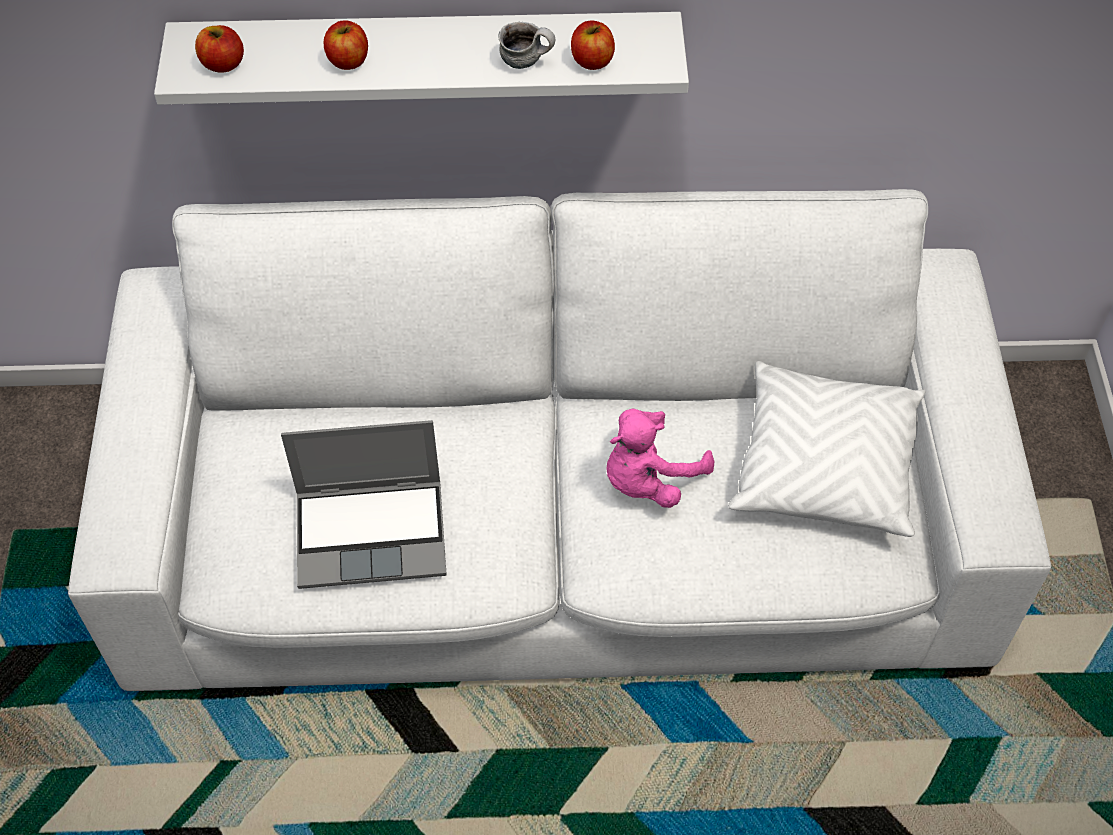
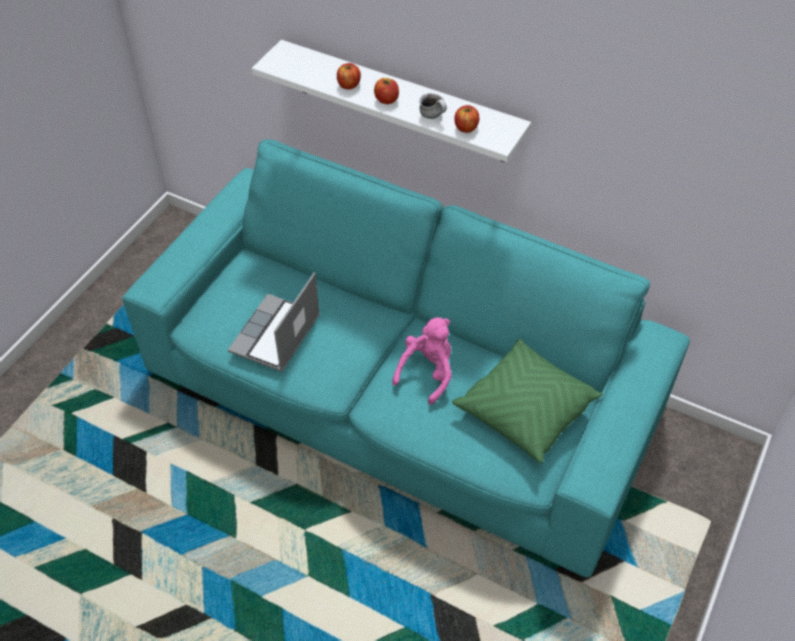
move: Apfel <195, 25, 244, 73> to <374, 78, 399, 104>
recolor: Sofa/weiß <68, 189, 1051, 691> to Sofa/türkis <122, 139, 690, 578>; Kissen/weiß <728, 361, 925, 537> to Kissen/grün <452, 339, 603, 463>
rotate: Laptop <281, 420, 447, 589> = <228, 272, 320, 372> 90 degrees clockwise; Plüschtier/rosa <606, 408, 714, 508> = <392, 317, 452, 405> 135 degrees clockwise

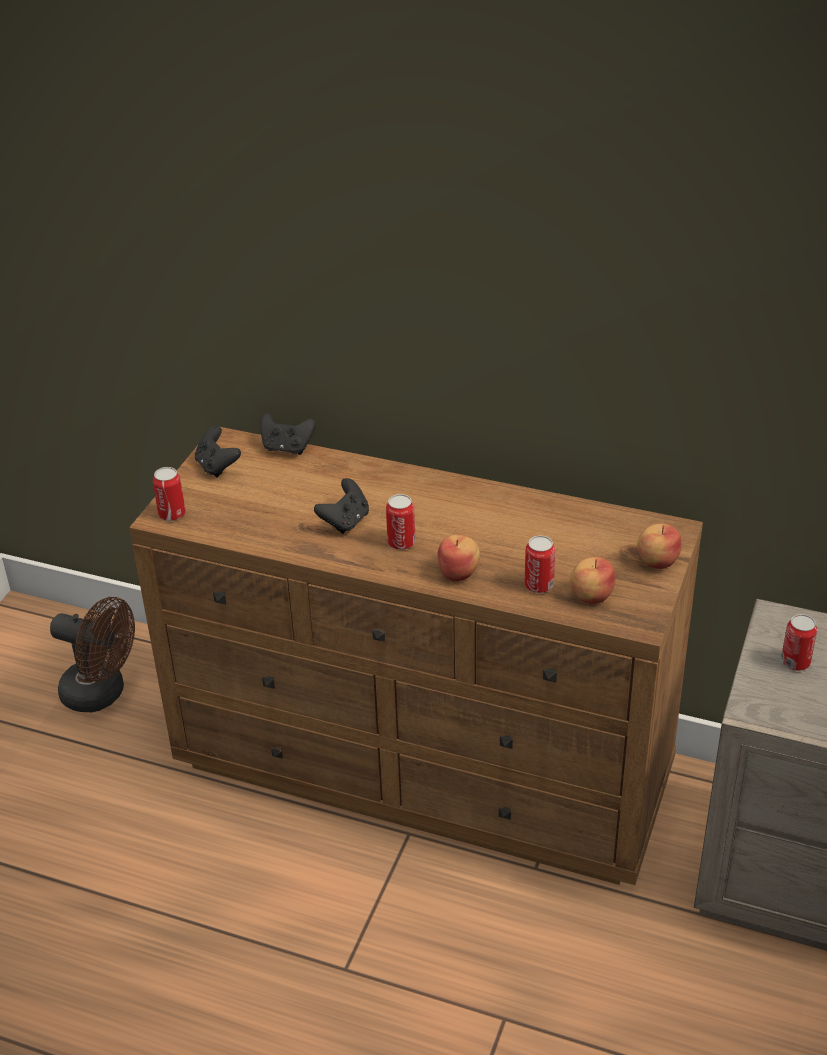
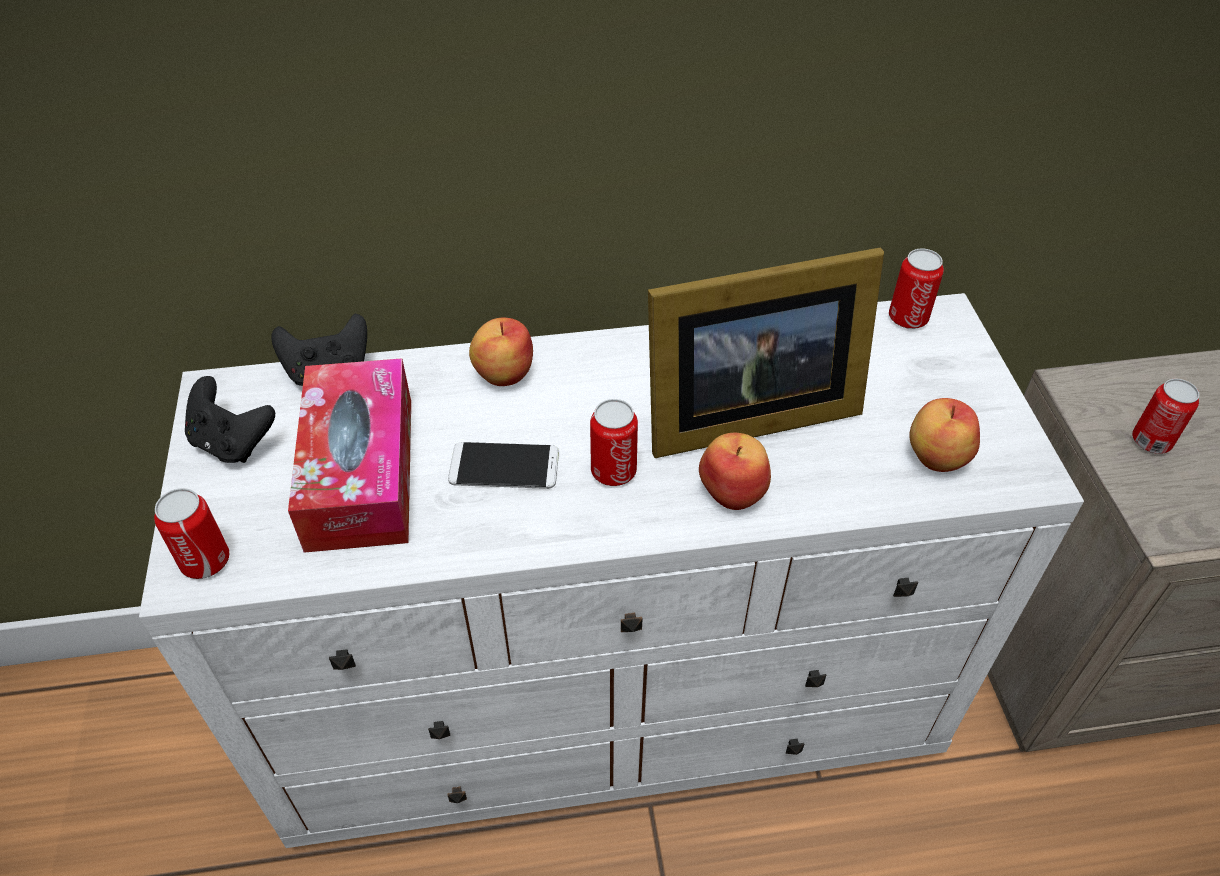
delete: Ventilator/braun <50, 597, 135, 712>
insert: Taschentuchbox <288, 358, 411, 553>; Bilderrahmen <648, 248, 884, 458>
move: Dose <524, 536, 555, 593> to <889, 249, 944, 329>; Apfel <637, 523, 682, 569> to <469, 318, 533, 386>
replace: Gamepad/schwarz <314, 478, 369, 534> to Handy <448, 442, 559, 489>
recolor: Kommode/braun <130, 427, 703, 885> to Kommode/weiß <139, 293, 1084, 848>

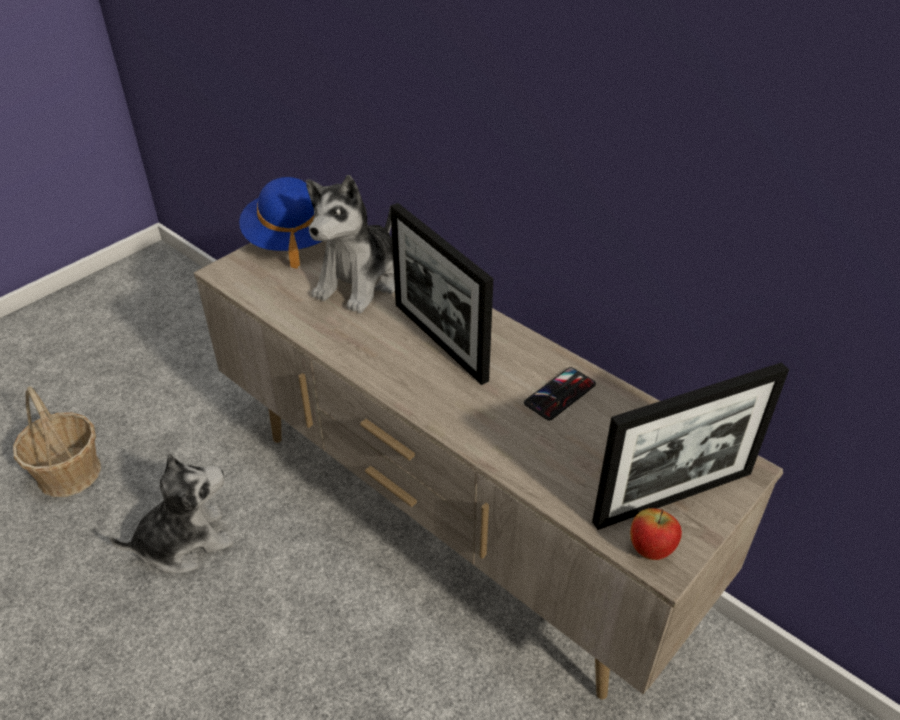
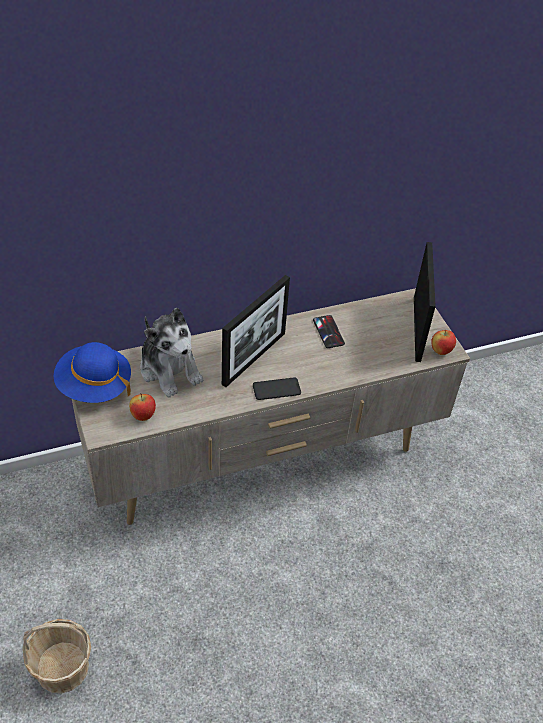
delete: Plüschtier <109, 454, 234, 574>
insert: Apfel <129, 393, 156, 421>; Handy <253, 377, 301, 400>
rotate: Bilderrahmen <390, 203, 493, 385> = <222, 275, 290, 387> 45 degrees counterclockwise

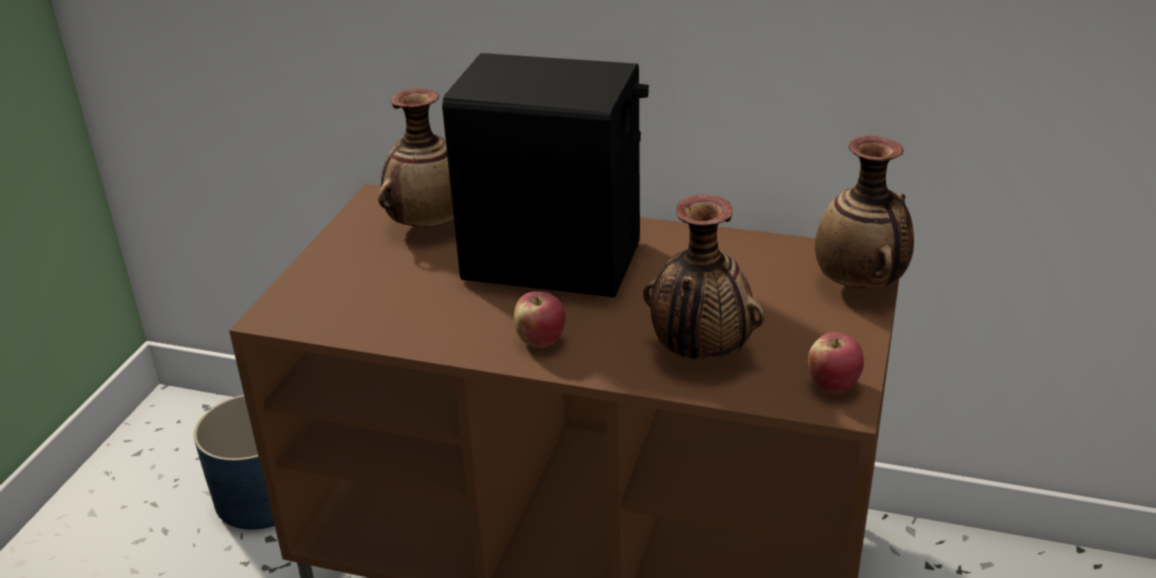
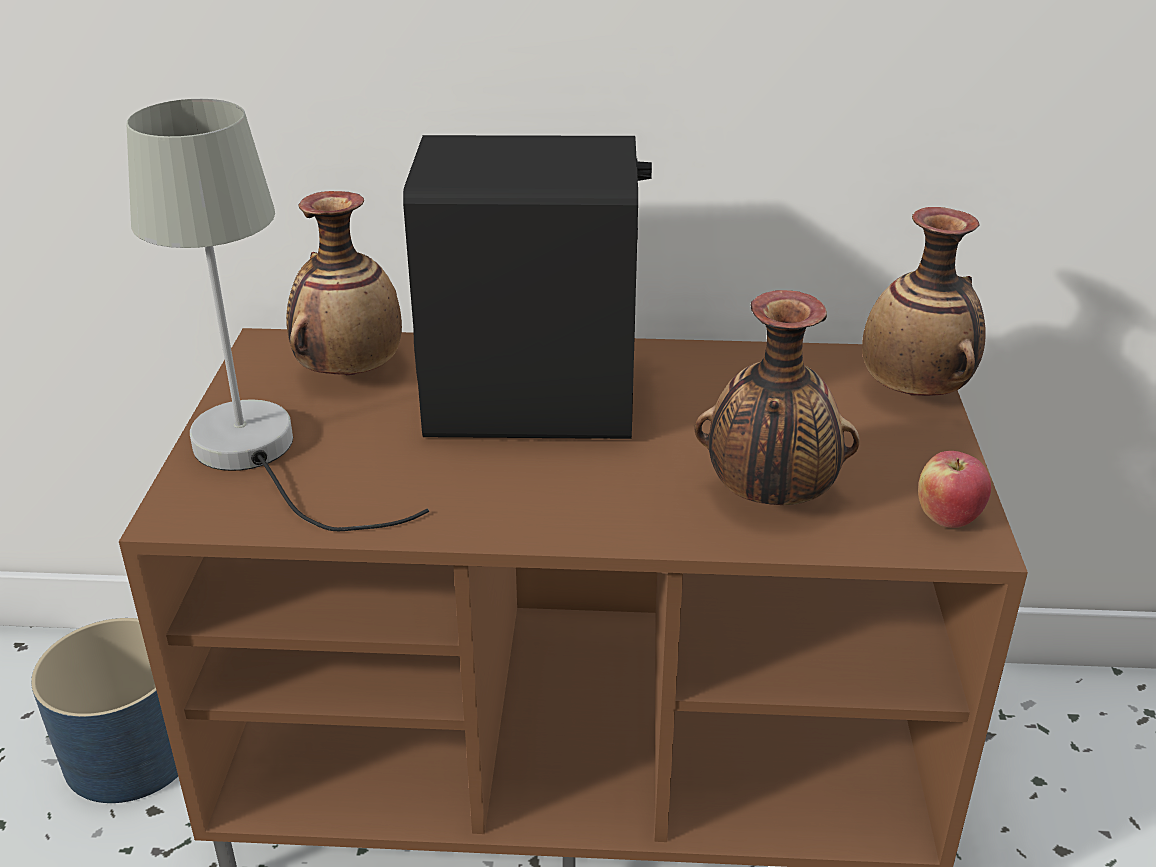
delete: Apfel <513, 291, 565, 348>
insert: Tischlampe/grau <127, 99, 429, 531>

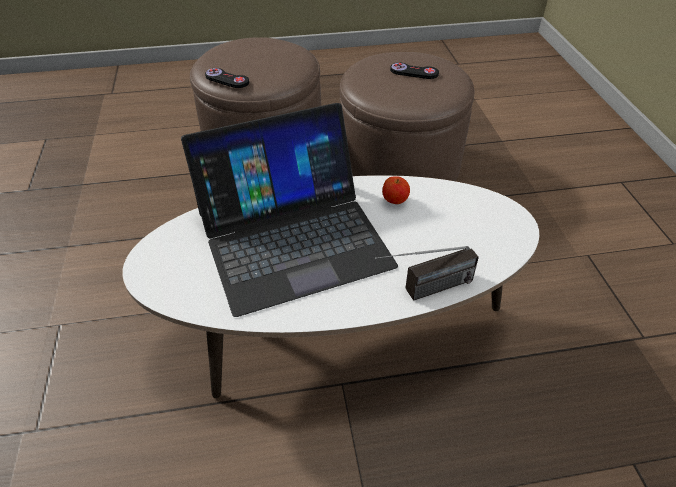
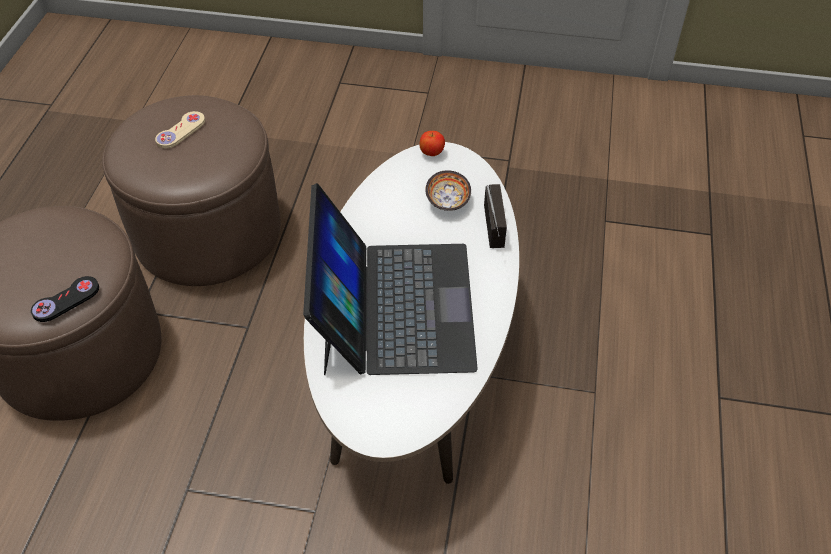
insert: Schüssel <425, 170, 471, 211>
move: Apfel <382, 176, 410, 204> to <420, 131, 445, 156>
recolor: Gamepad/schwarz <390, 63, 439, 79> to Gamepad/beige <155, 111, 205, 148>

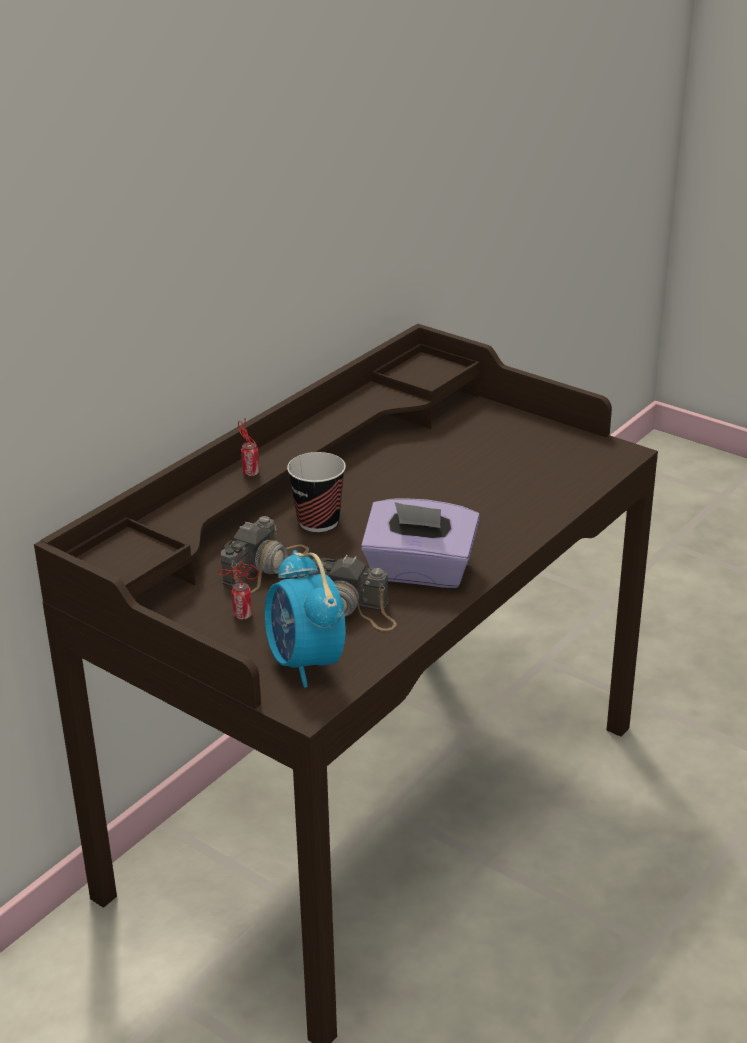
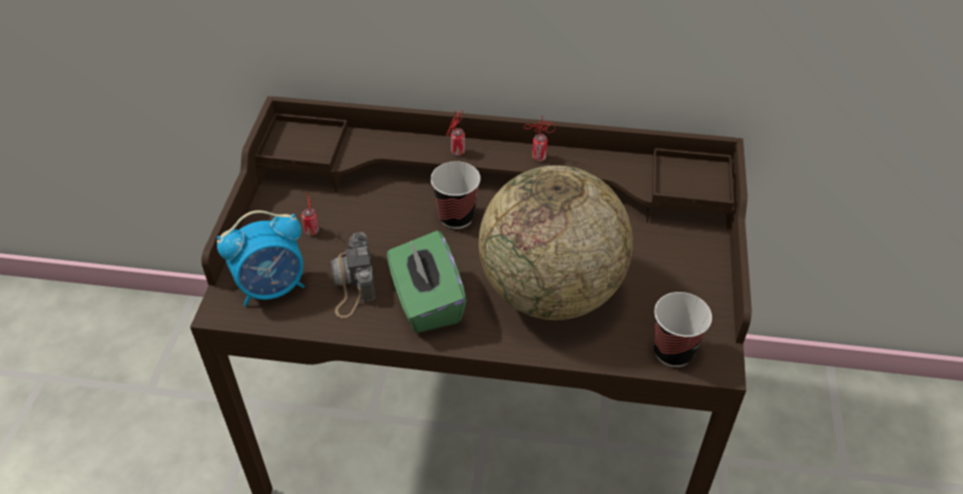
delete: Kamera <221, 516, 309, 593>
insert: Globus <479, 165, 633, 320>; Dose <524, 115, 556, 161>; Tasse <654, 292, 712, 367>
recolor: Taschentuchbox/lila <361, 499, 480, 588> to Taschentuchbox/grün <387, 231, 467, 333>
rotate: Wecker <265, 550, 345, 688> = <217, 210, 304, 307> 150 degrees counterclockwise

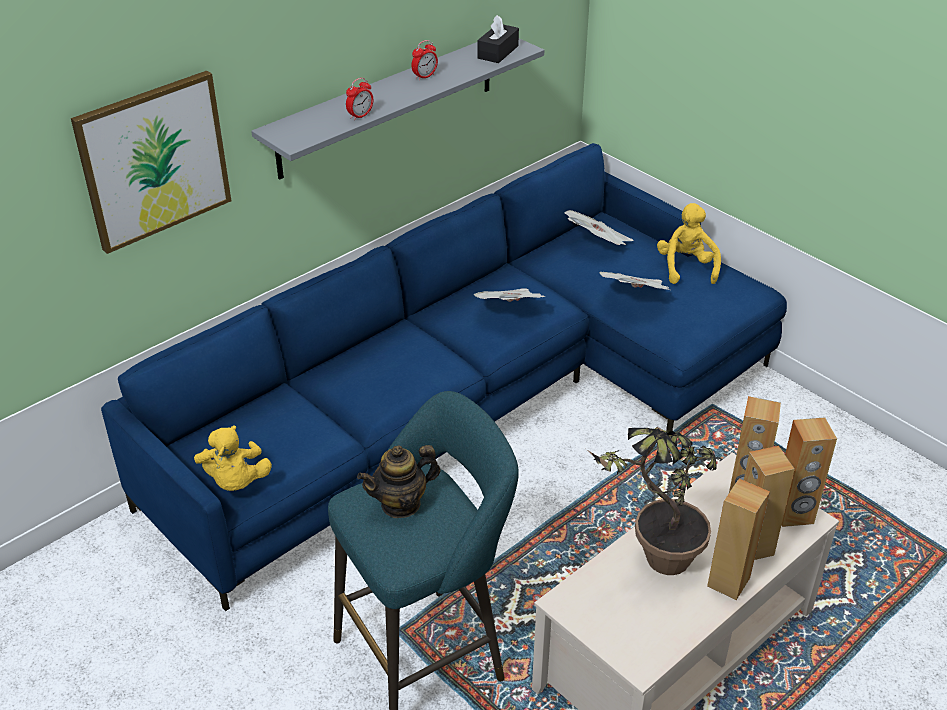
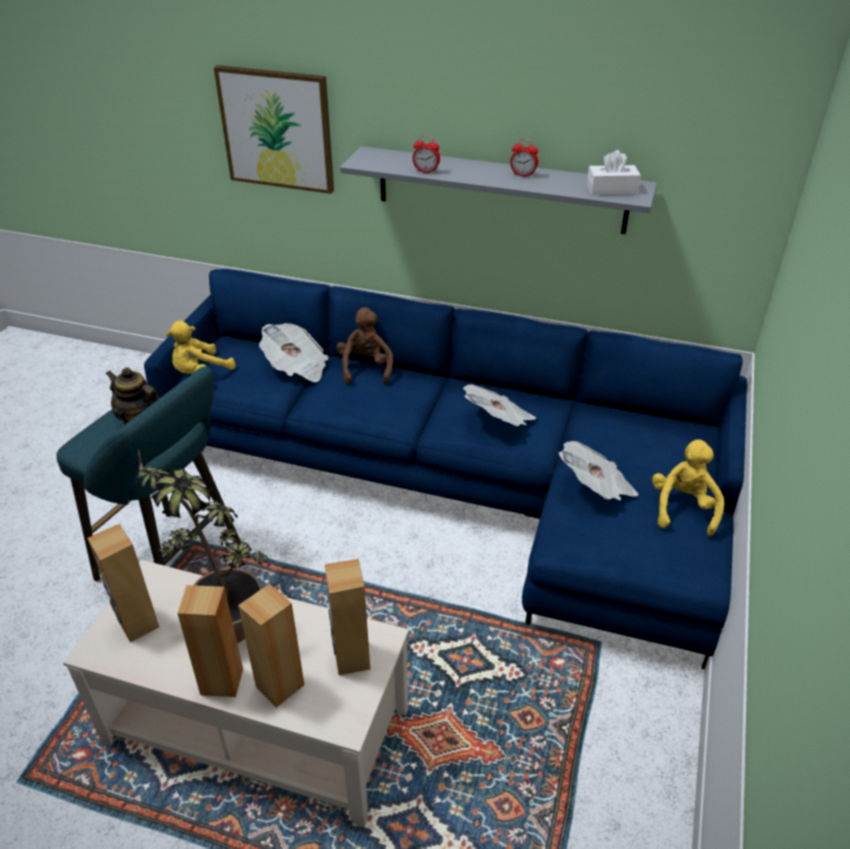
insert: Plüschtier/braun <336, 307, 393, 384>
move: Zeitung <564, 210, 633, 245> to <259, 323, 329, 382>; Lautsprecher/braun <782, 417, 837, 527> to <88, 524, 159, 642>
recolor: Taschentuchbox/schwarz <478, 15, 519, 63> to Taschentuchbox/weiß <587, 150, 641, 195>
rotate: Plüschtier/gelb <657, 203, 721, 284> = <652, 440, 725, 536> 45 degrees counterclockwise

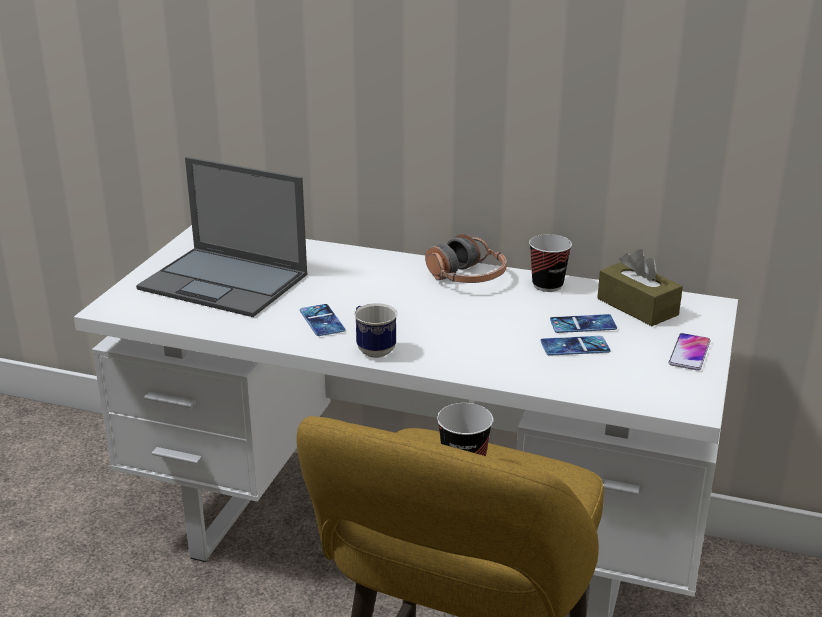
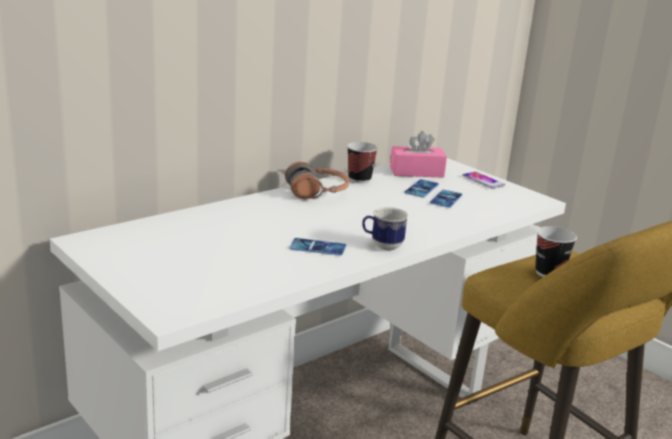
delete: Laptop <136, 157, 307, 317>
recolor: Taschentuchbox/braun <597, 249, 683, 326> to Taschentuchbox/rosa <390, 131, 447, 178>

